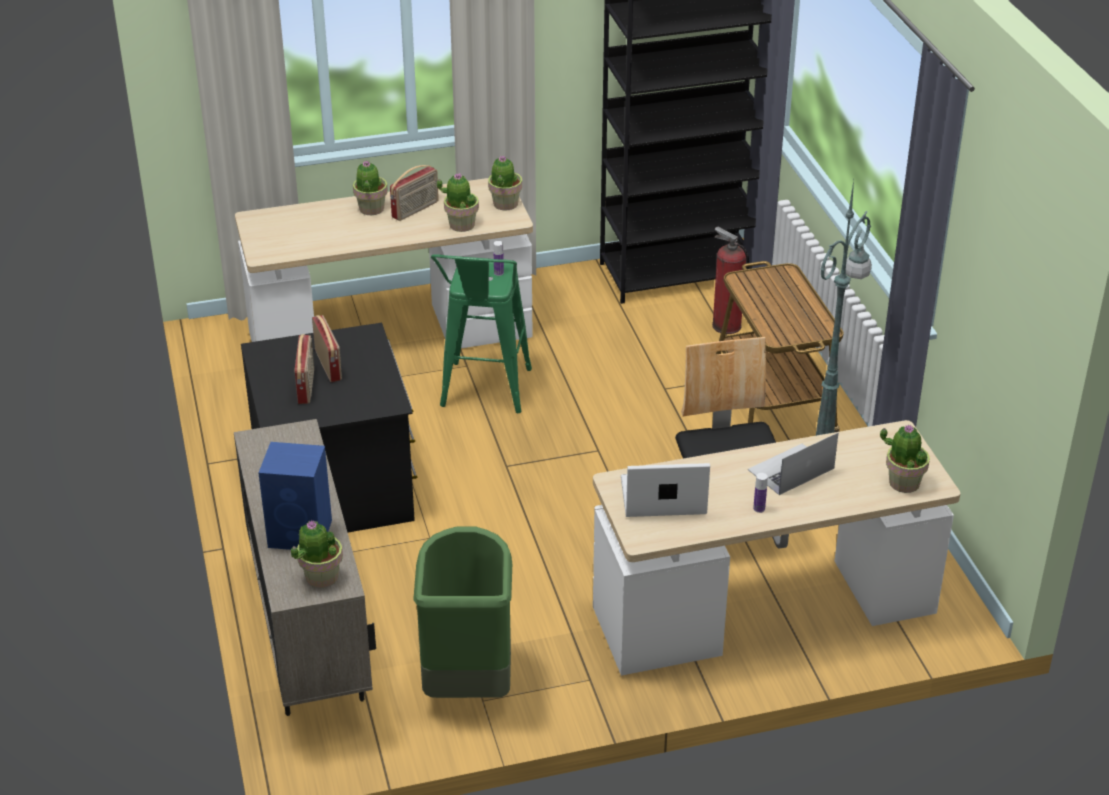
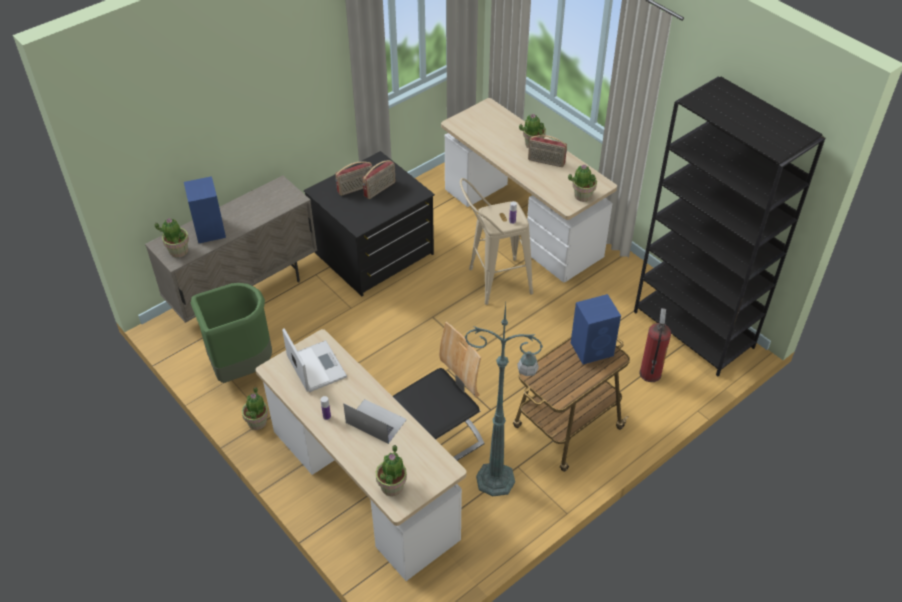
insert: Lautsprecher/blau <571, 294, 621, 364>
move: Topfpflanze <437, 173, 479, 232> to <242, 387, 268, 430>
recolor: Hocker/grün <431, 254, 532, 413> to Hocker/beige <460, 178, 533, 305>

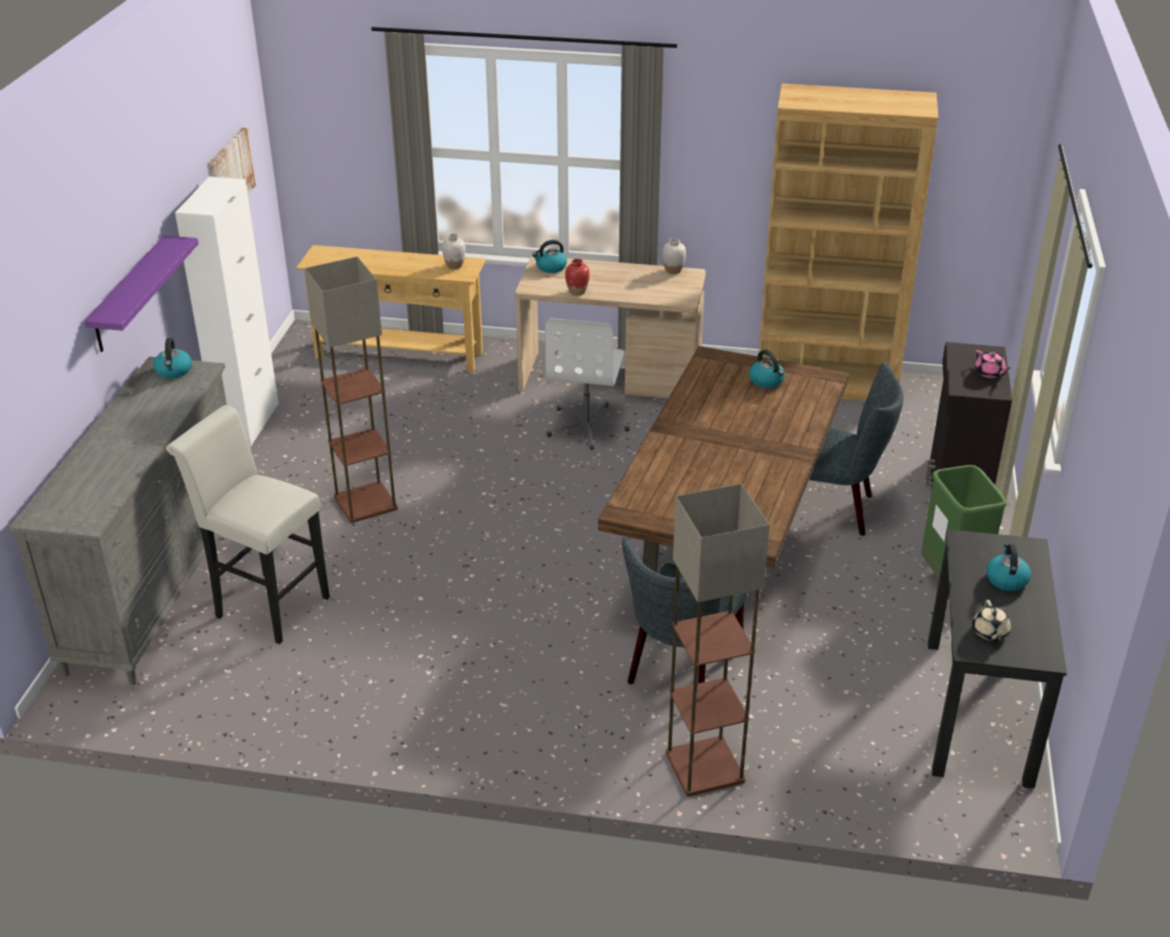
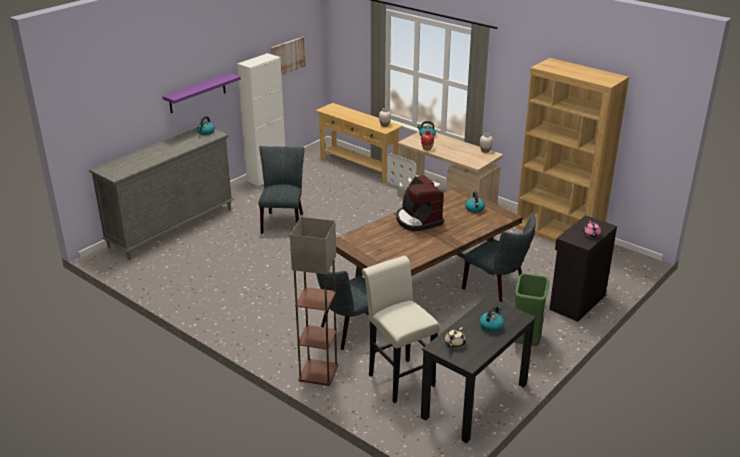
insert: Kaffeemaschine <396, 175, 444, 231>
move: Hocker/weiß <166, 405, 330, 644> to <362, 256, 440, 403>
replace: Stehlampe <304, 256, 398, 523> to Stuhl/grau <258, 146, 304, 234>

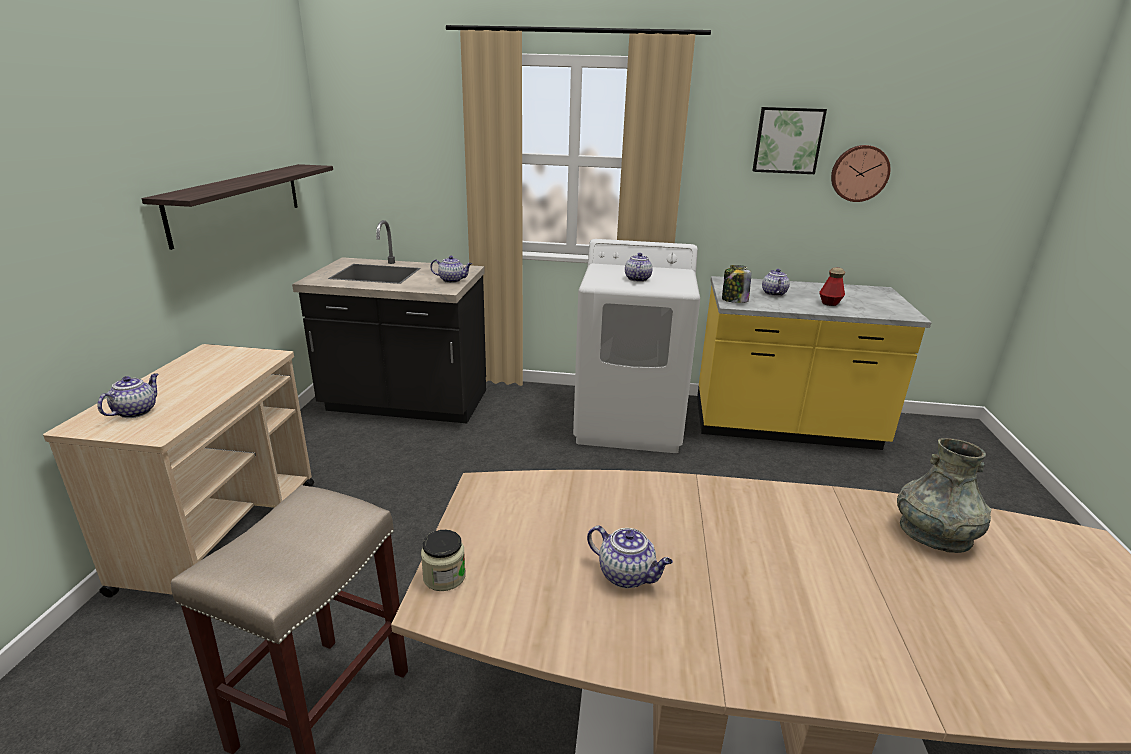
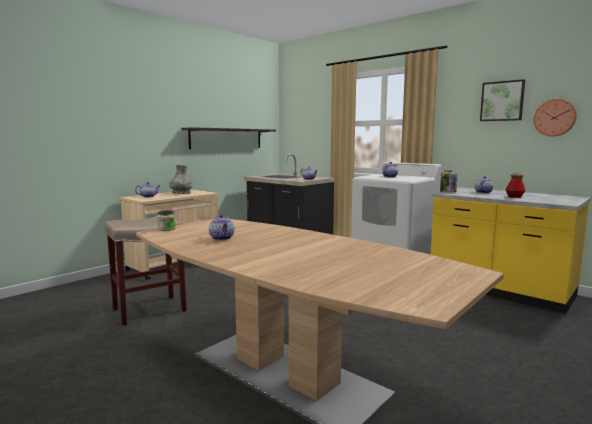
move: Vase/grau <897, 438, 991, 553> to <169, 165, 192, 194>

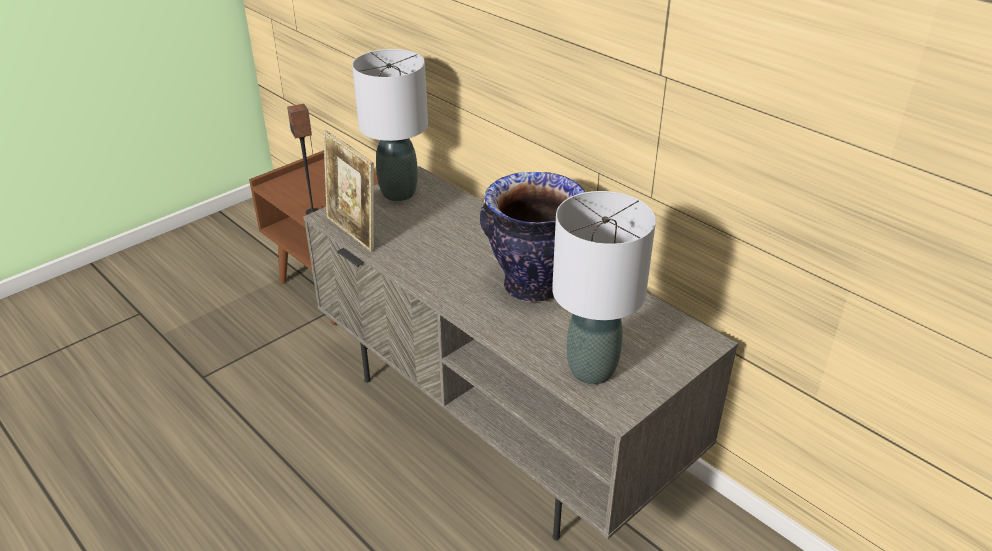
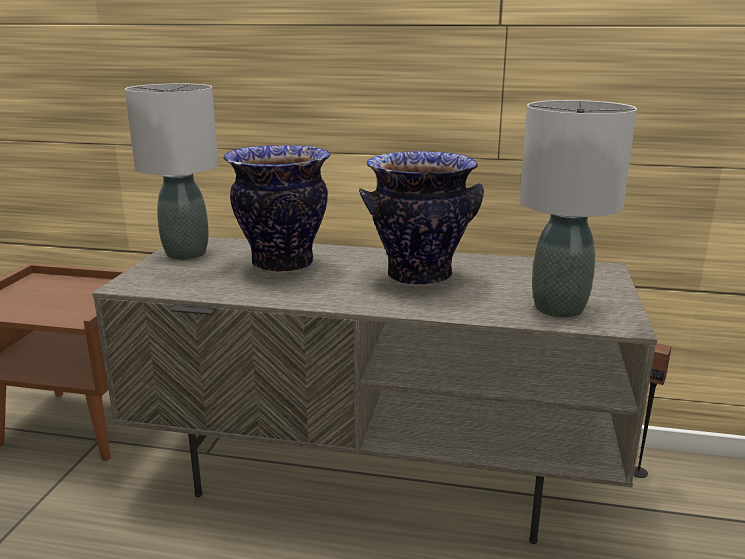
delete: Bilderrahmen <323, 130, 374, 252>
insert: Vase <223, 145, 331, 273>
move: Lautsprecher <287, 104, 319, 215> to <634, 343, 671, 478>

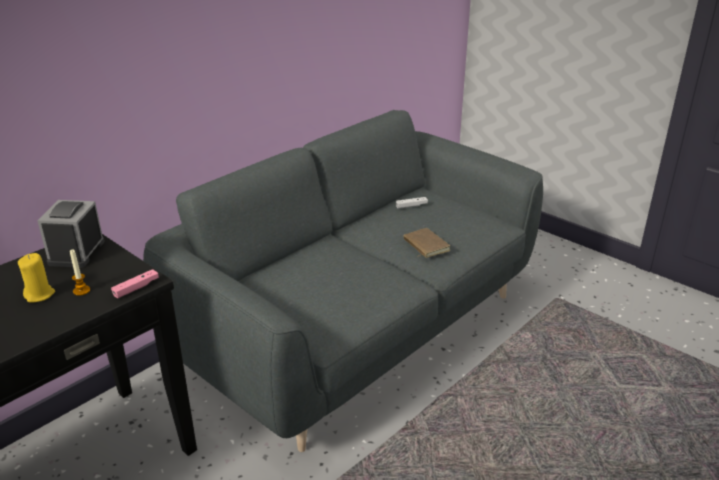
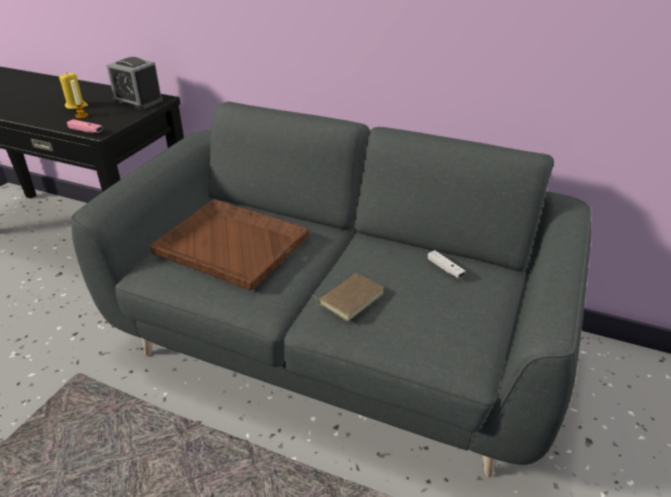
insert: Tablett/braun <150, 199, 309, 290>
rotate: Wecker <37, 200, 105, 268> = <106, 57, 163, 110> 135 degrees counterclockwise

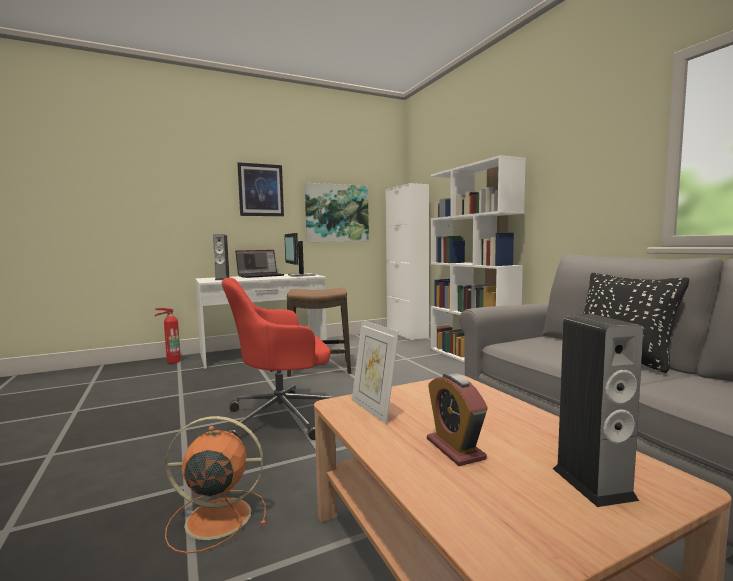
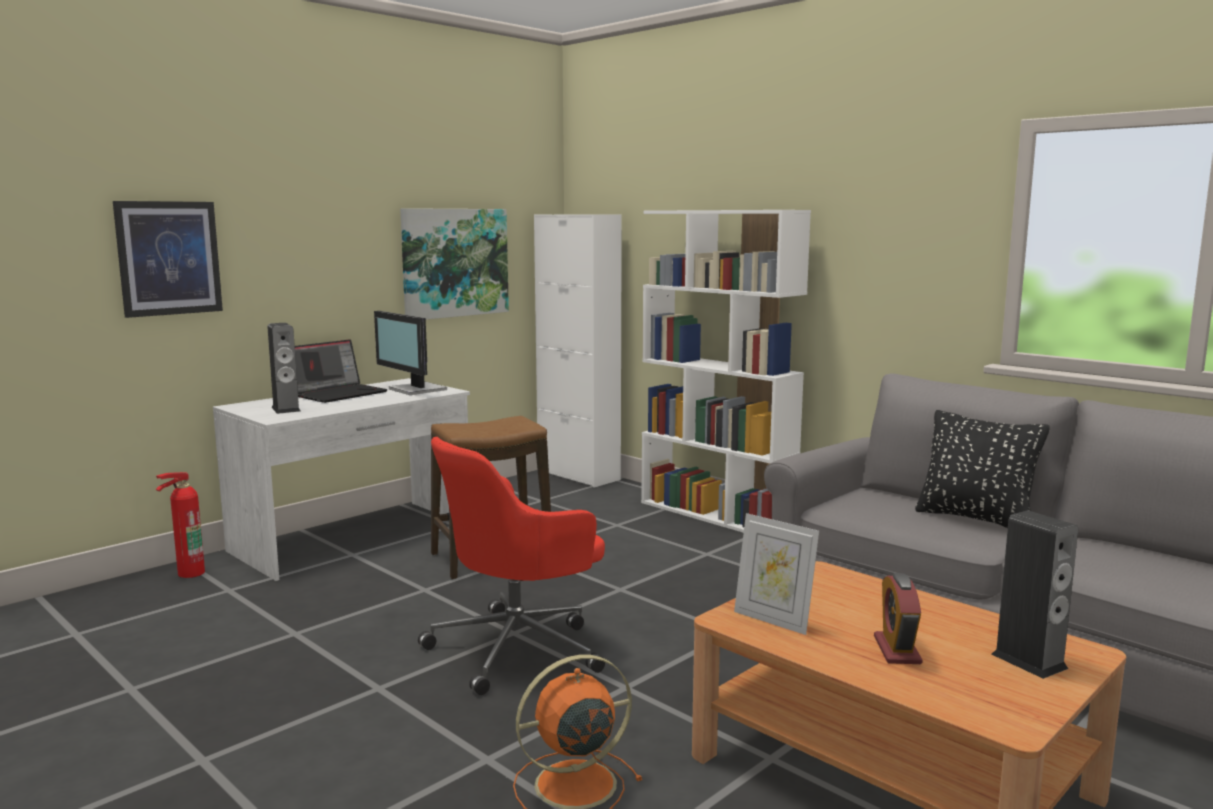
move: Bild <237, 162, 284, 216> to <113, 201, 223, 318>
rotate: Wecker <427, 373, 488, 466> = <874, 573, 923, 664> 45 degrees clockwise

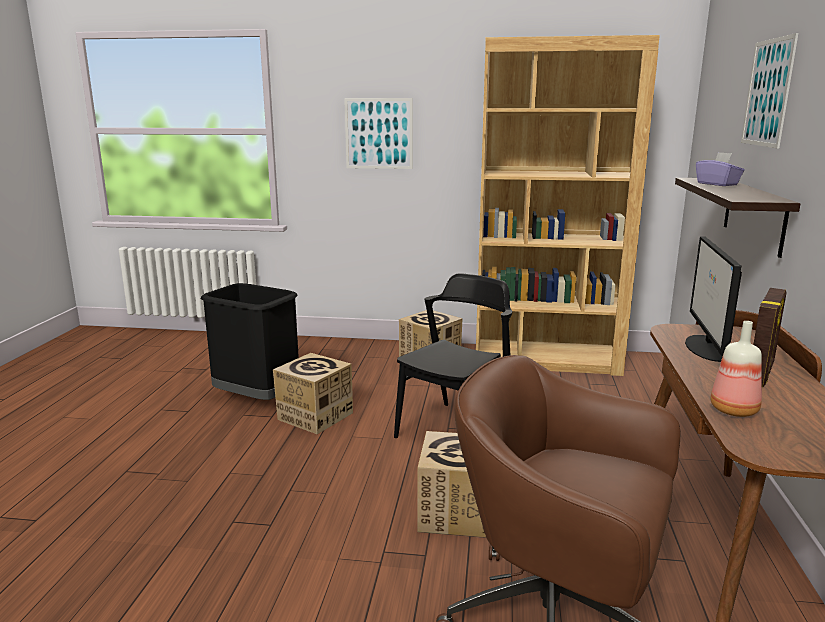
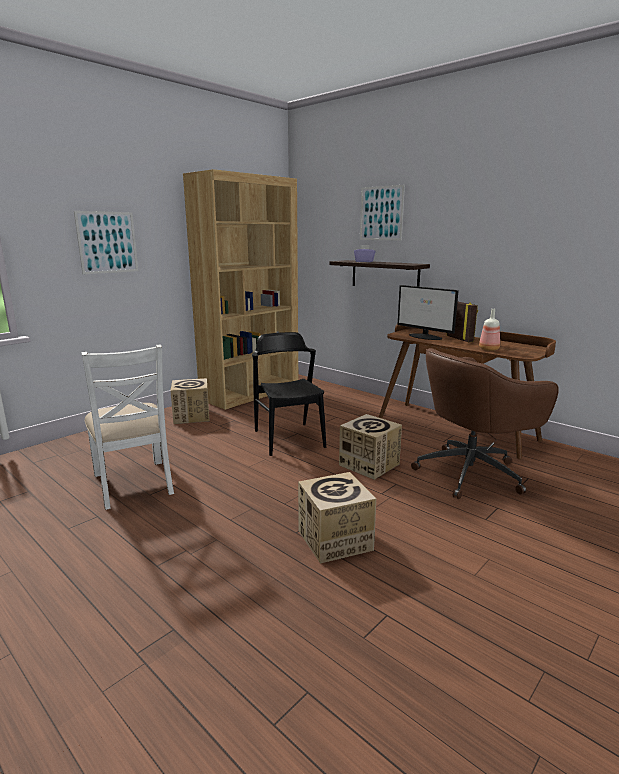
move: Karton <273, 353, 353, 434> to <298, 472, 376, 564>
replace: Mülleimer/schwarz <201, 283, 299, 400> to Stuhl/weiß <81, 344, 174, 510>

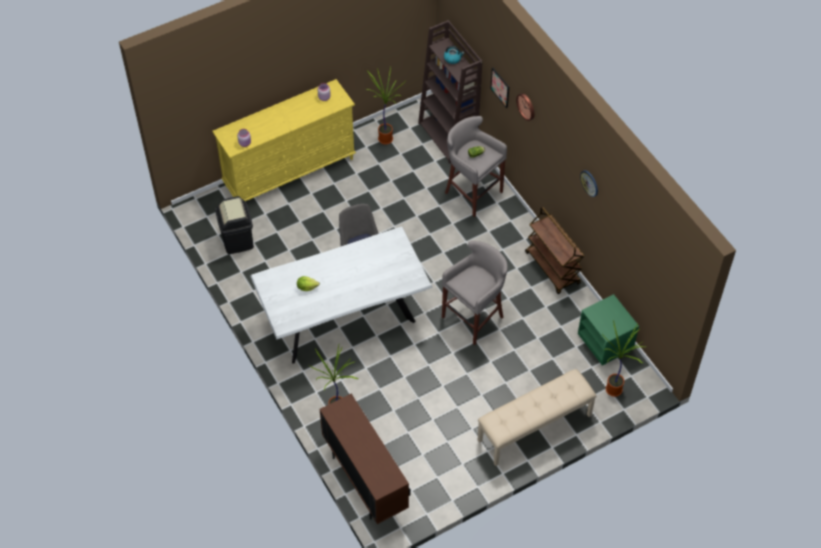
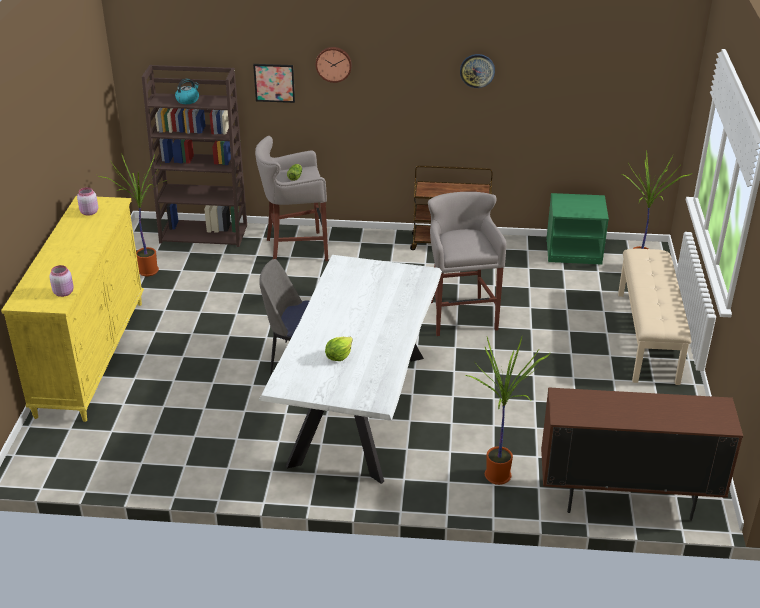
delete: Mülleimer/schwarz <215, 196, 254, 254>

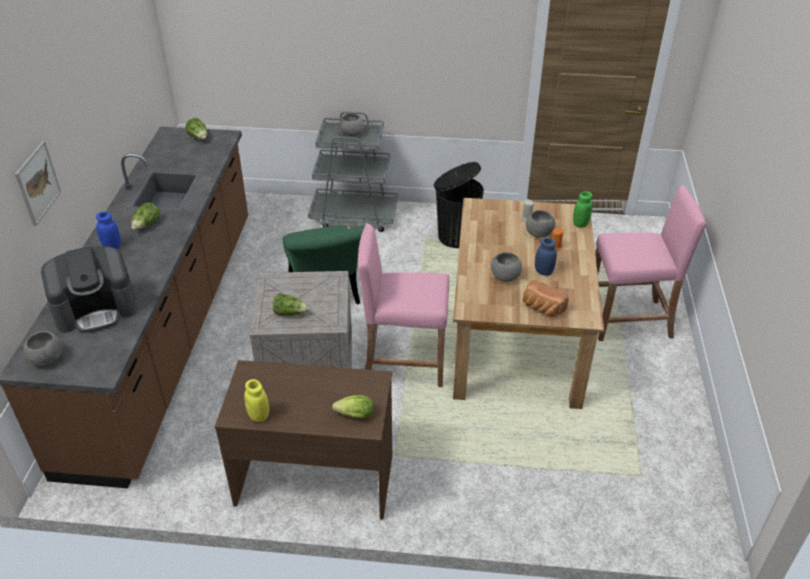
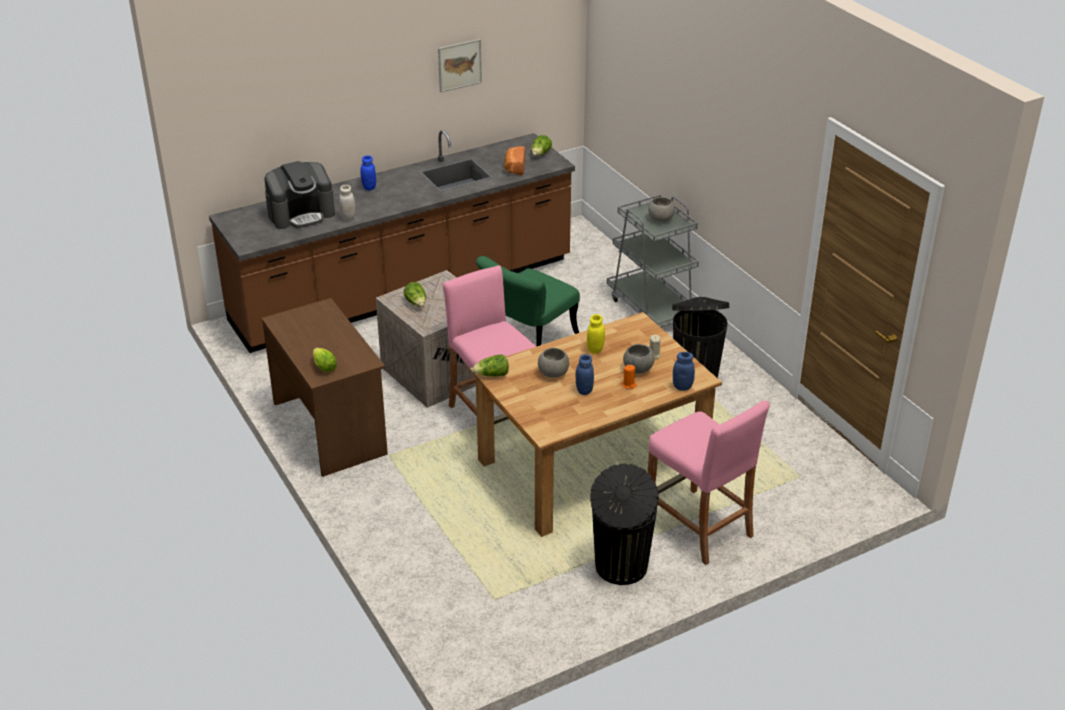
delete: Schüssel/grau <23, 331, 62, 366>
insert: Vorratsglas/weiß <339, 185, 355, 221>; Mülleimer/schwarz <590, 463, 659, 585>
move: Bild <15, 141, 61, 226> to <438, 39, 482, 92>; Salatkopf <131, 203, 160, 230> to <471, 354, 509, 377>; Vorratsglas/gelb <244, 379, 269, 422> to <587, 314, 605, 354>; Brot <523, 280, 569, 317> to <504, 146, 525, 175>
recolor: Vorratsglas/grün <573, 191, 592, 228> to Vorratsglas/blau <673, 352, 695, 391>
rotate: Kaffeemaschine <41, 246, 137, 333> = <264, 161, 335, 229> 60 degrees counterclockwise

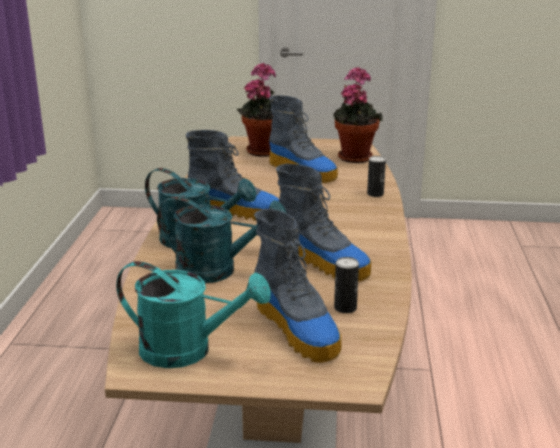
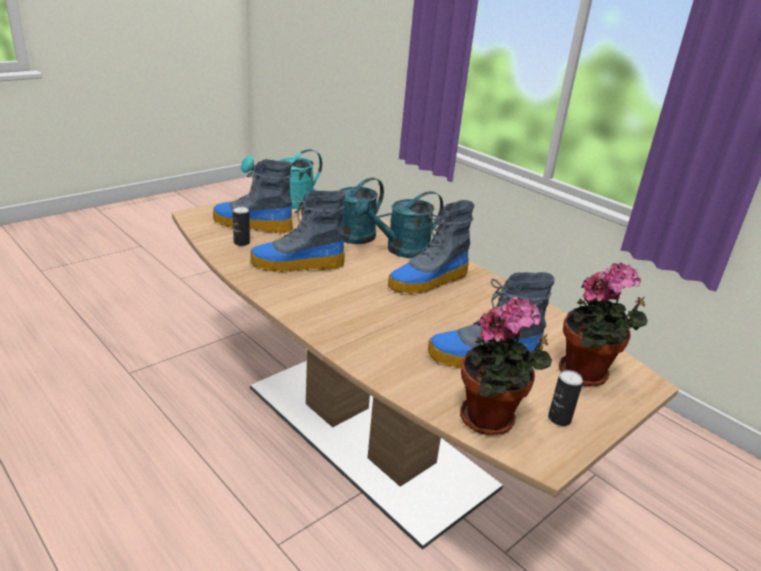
move: Dose <367, 156, 386, 197> to <548, 370, 583, 426>

